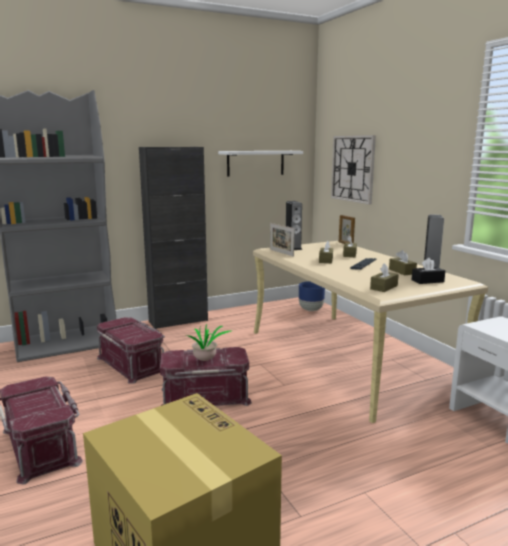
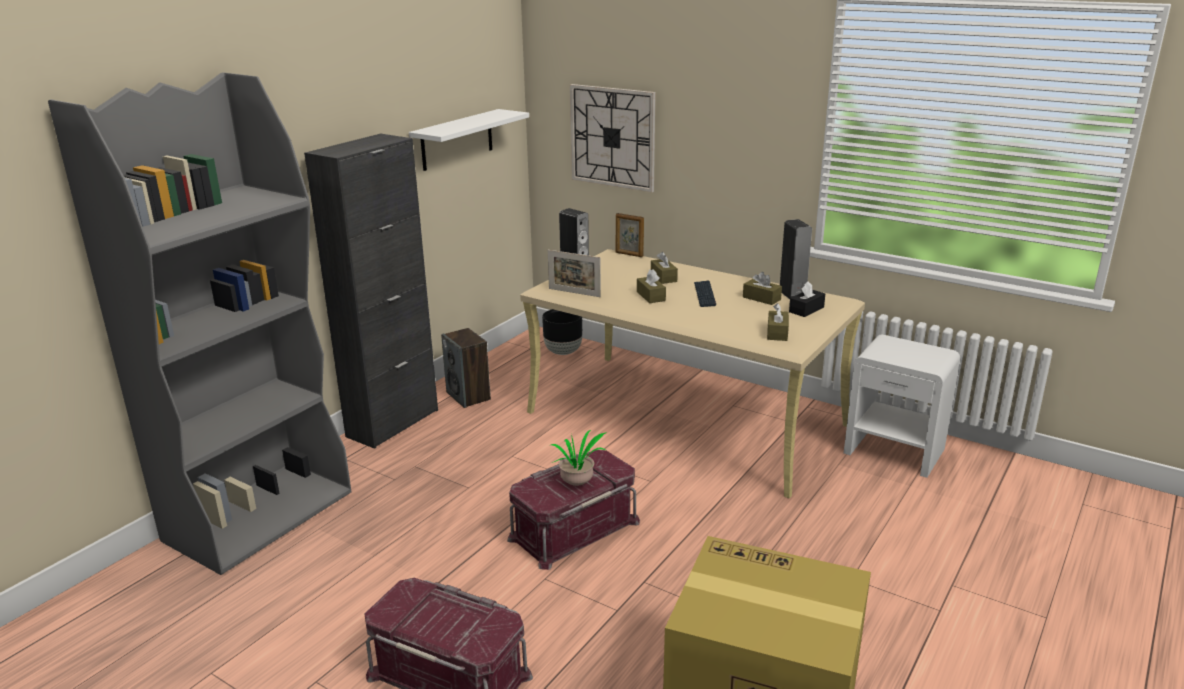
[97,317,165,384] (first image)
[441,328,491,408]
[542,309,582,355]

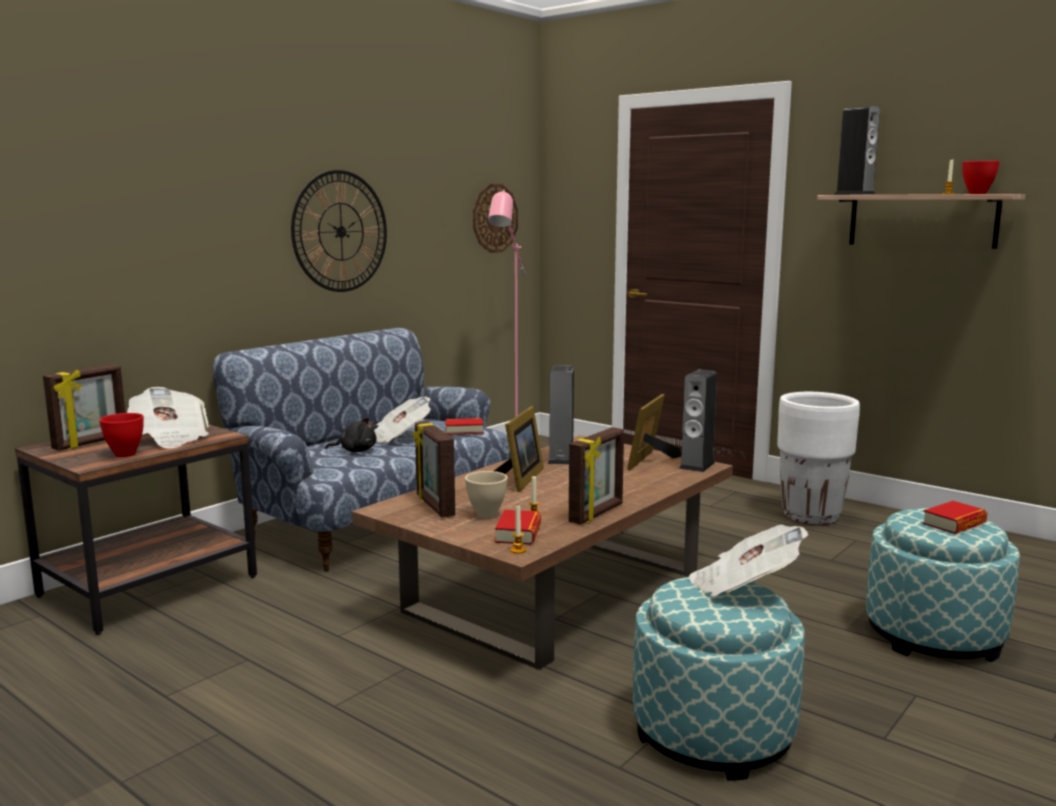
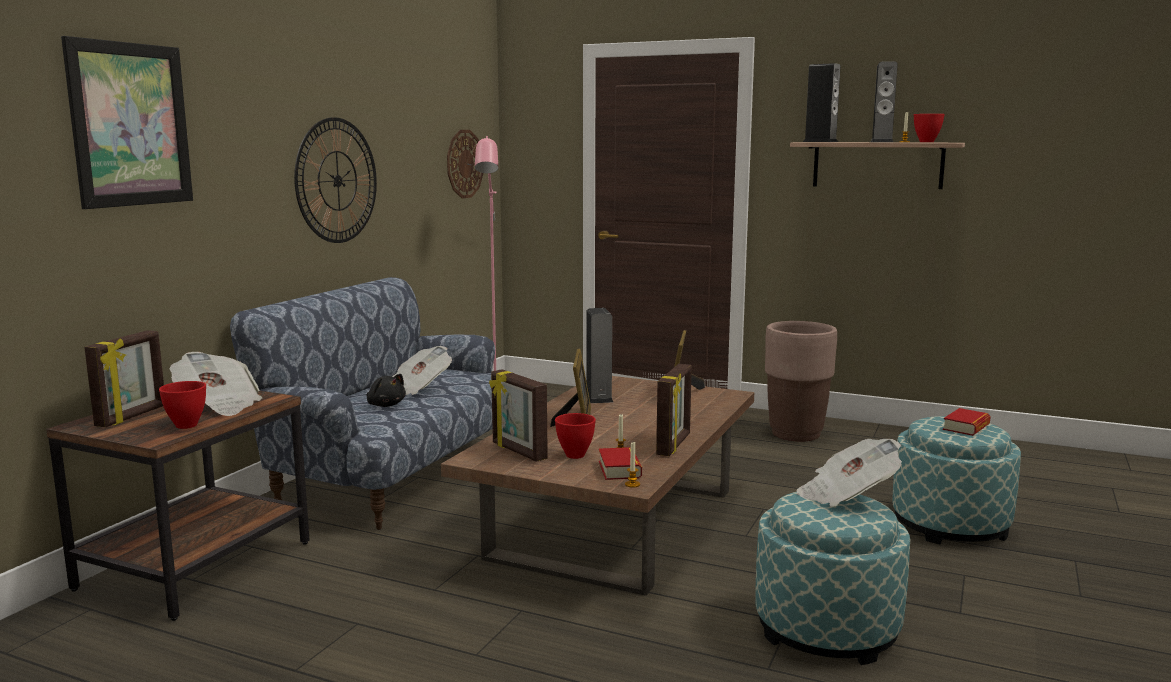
[445,418,483,435] (first image)
[61,36,193,209]
[871,61,898,142]
[555,413,596,459]
[765,321,837,441]
[367,374,406,407]

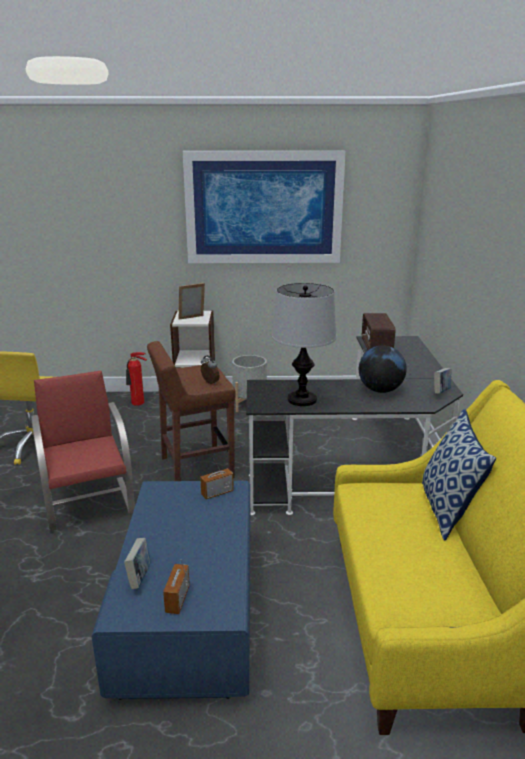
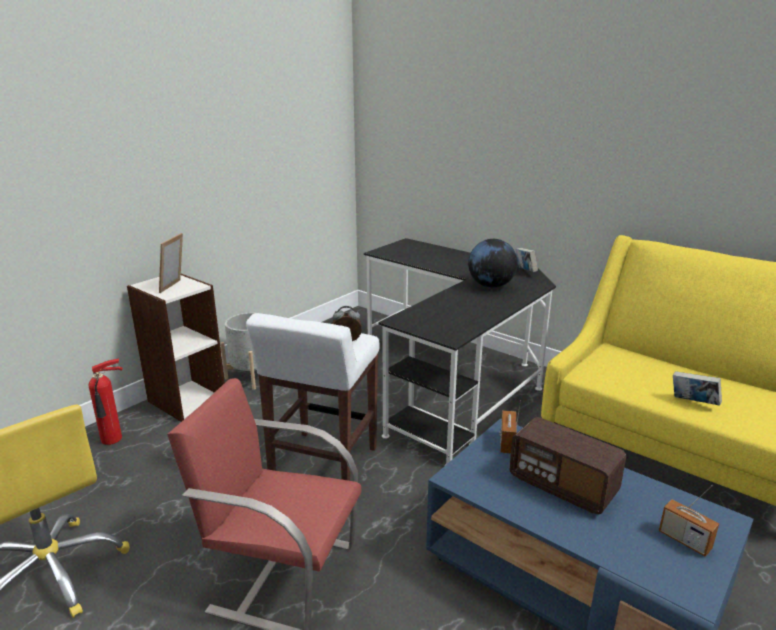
[183,151,346,263] (first image)
[272,283,336,406] (first image)
[422,409,496,540] (first image)
[673,371,722,406]
[509,417,626,515]
[246,313,379,481]

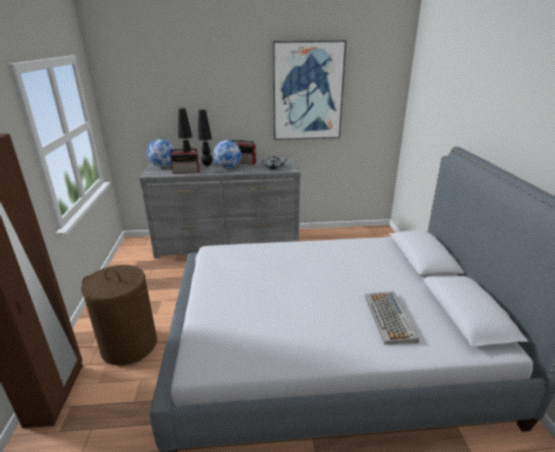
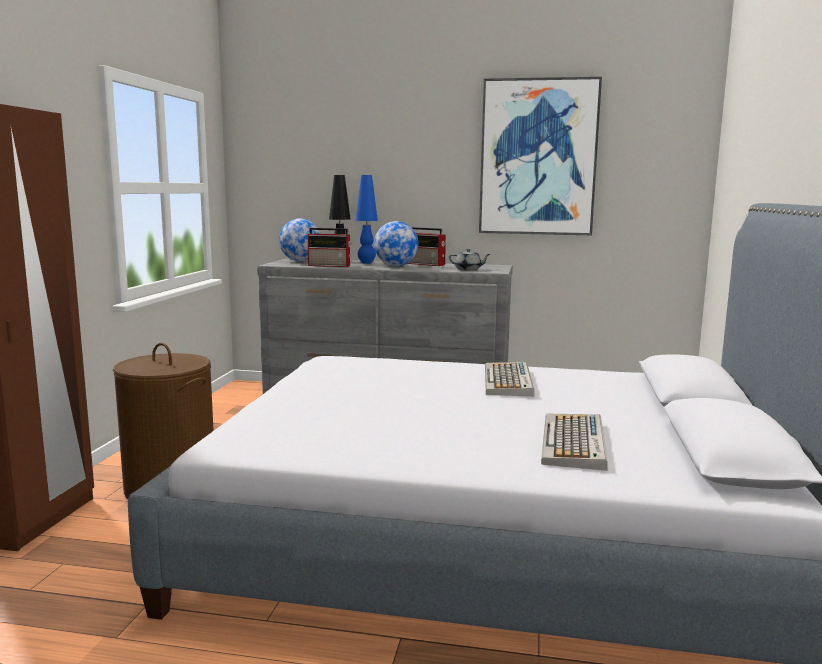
[485,362,534,396]
[356,175,378,264]

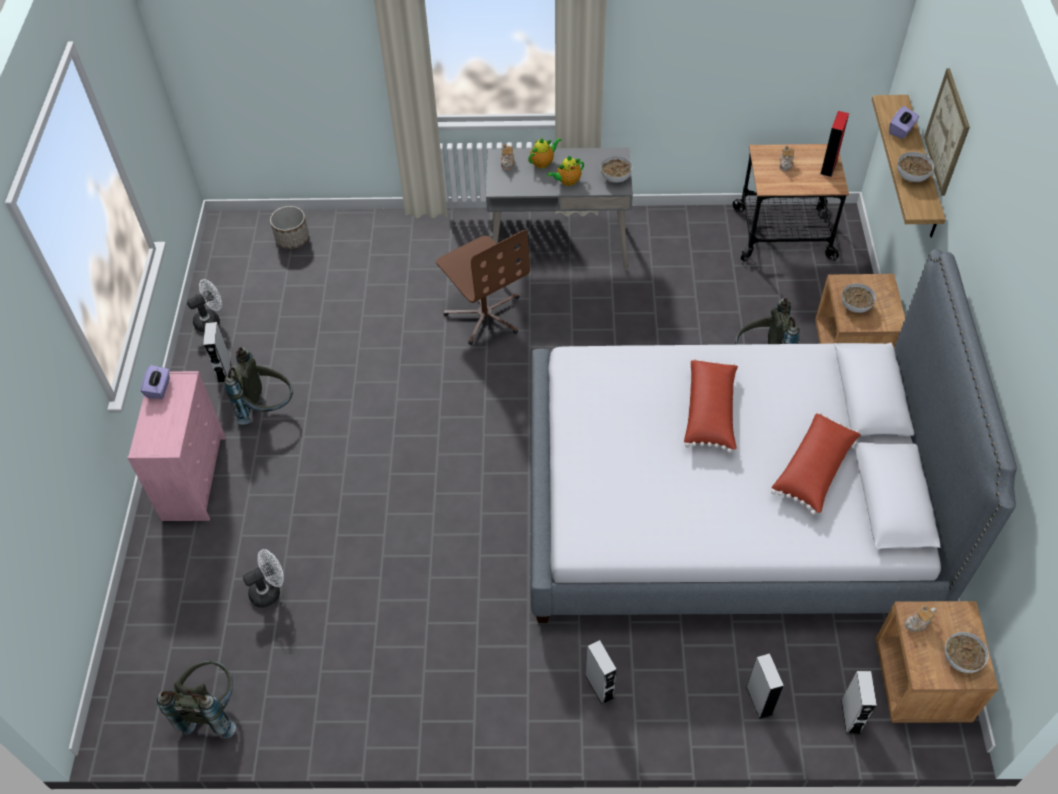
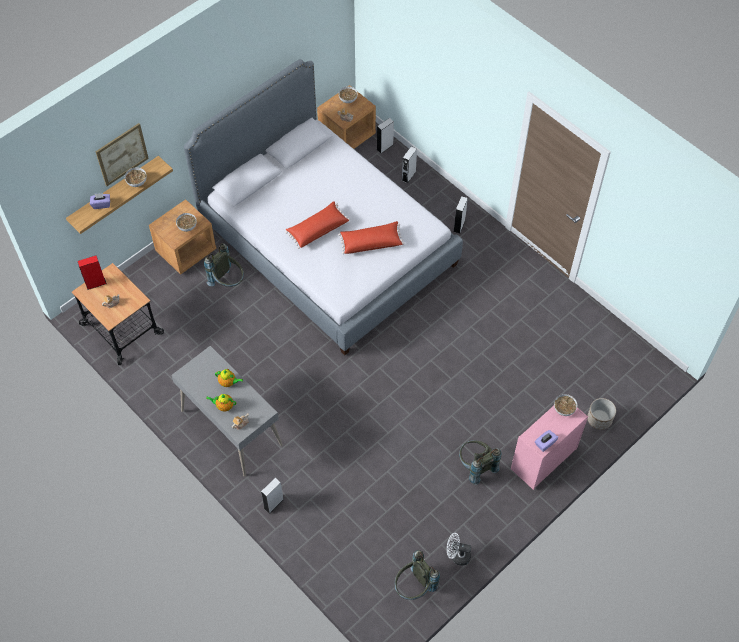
[243,549,284,608] (first image)
[436,230,530,345] (first image)
[395,550,440,600]
[261,478,284,514]
[587,398,616,430]
[554,394,577,416]
[338,221,405,254]

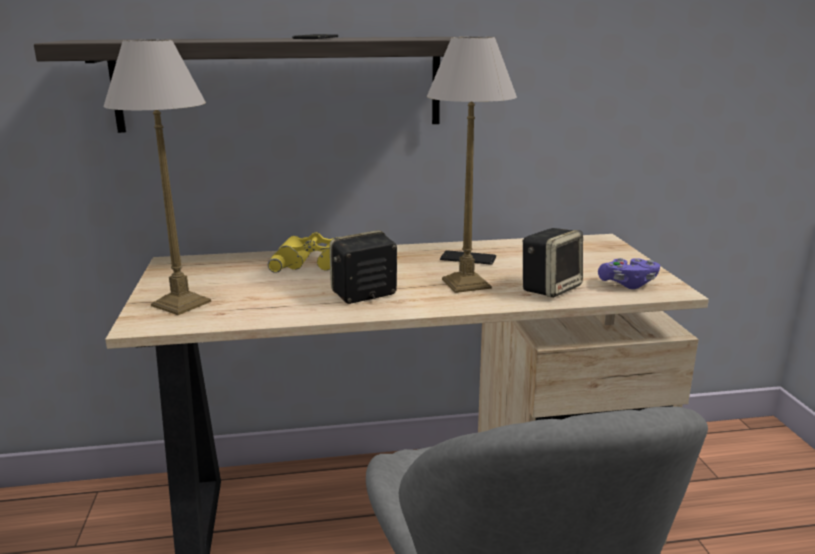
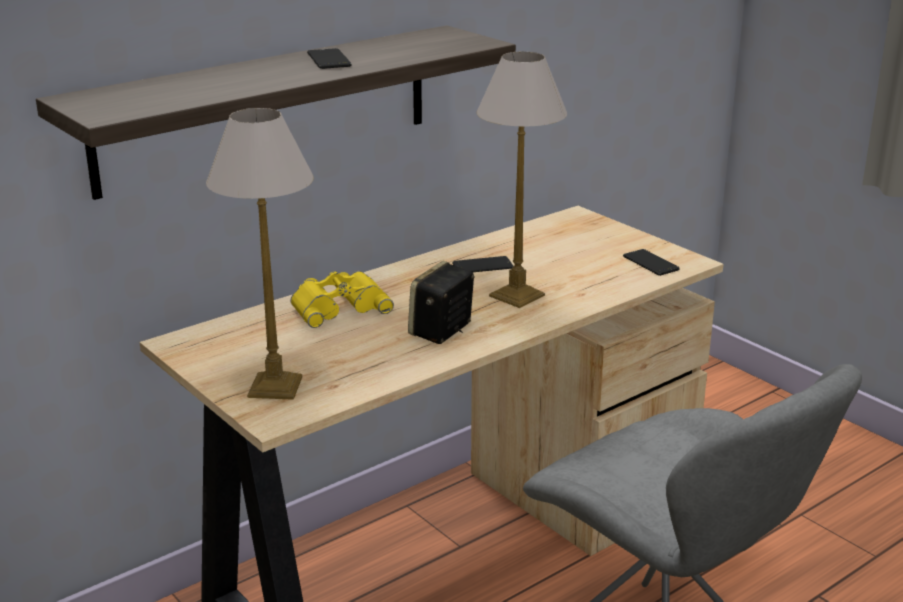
[522,228,583,298] (first image)
[623,249,680,276]

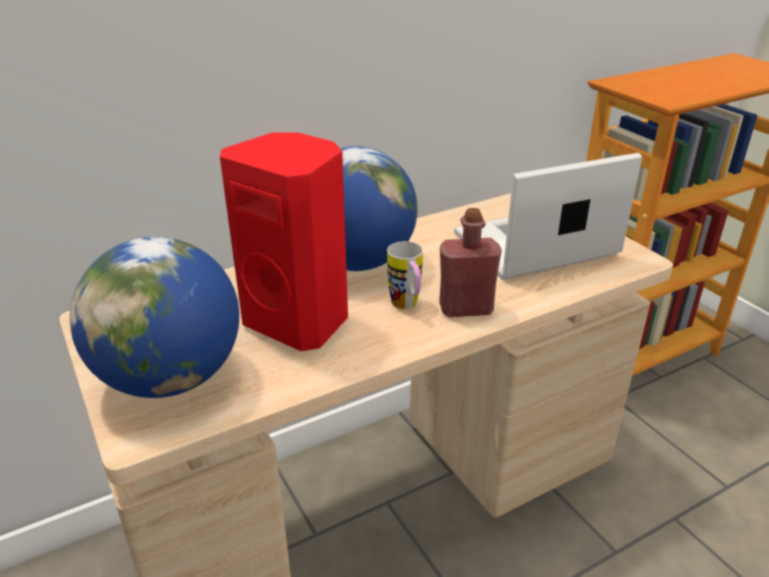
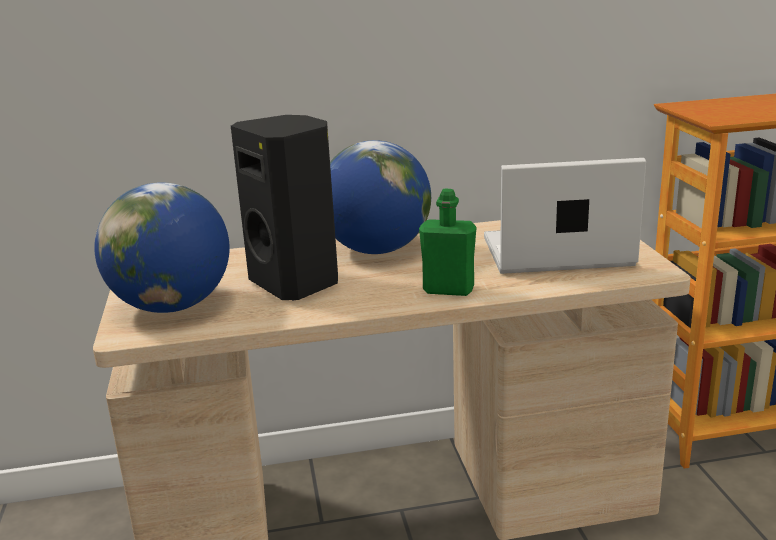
[387,241,423,309] (first image)
[231,115,338,300]
[419,189,477,296]

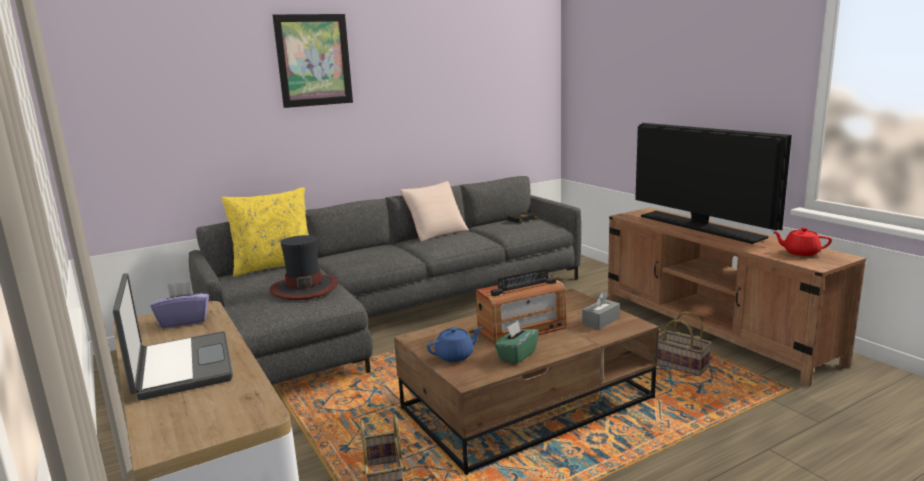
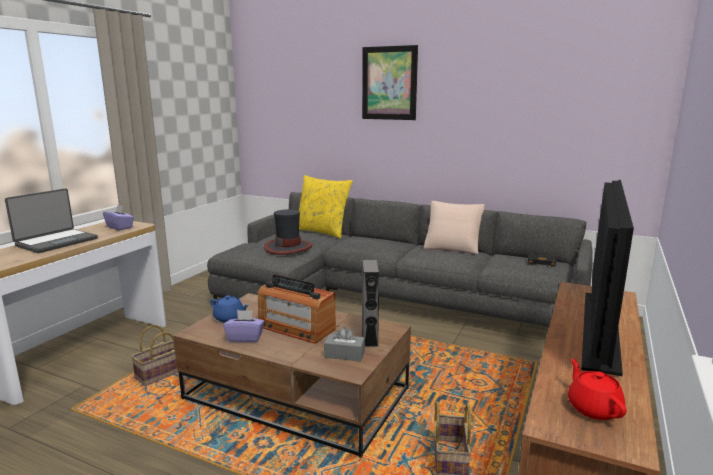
[362,260,379,347]
[223,310,265,342]

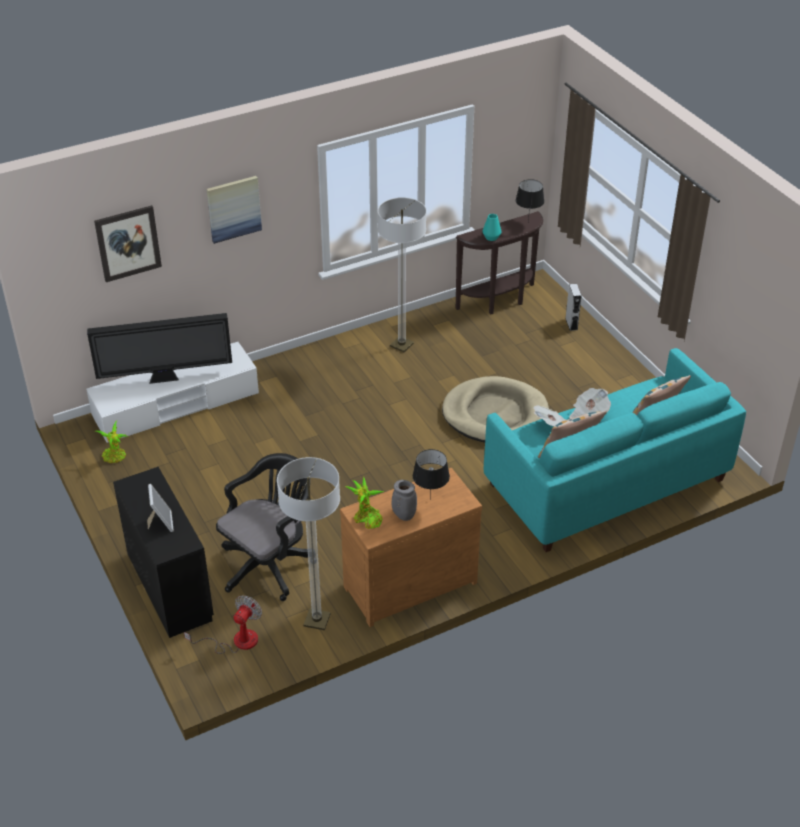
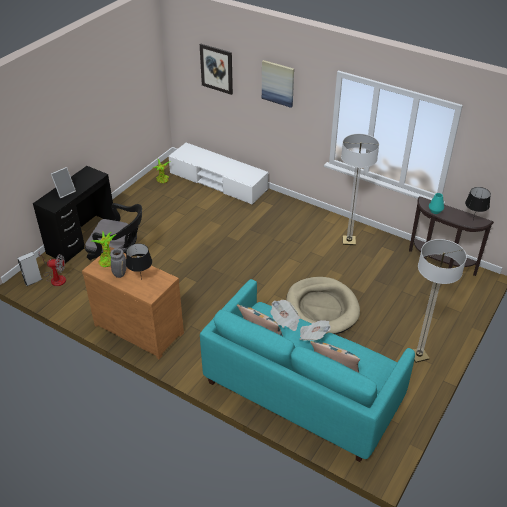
[87,313,232,384] (first image)
[413,239,467,363]
[17,252,42,286]

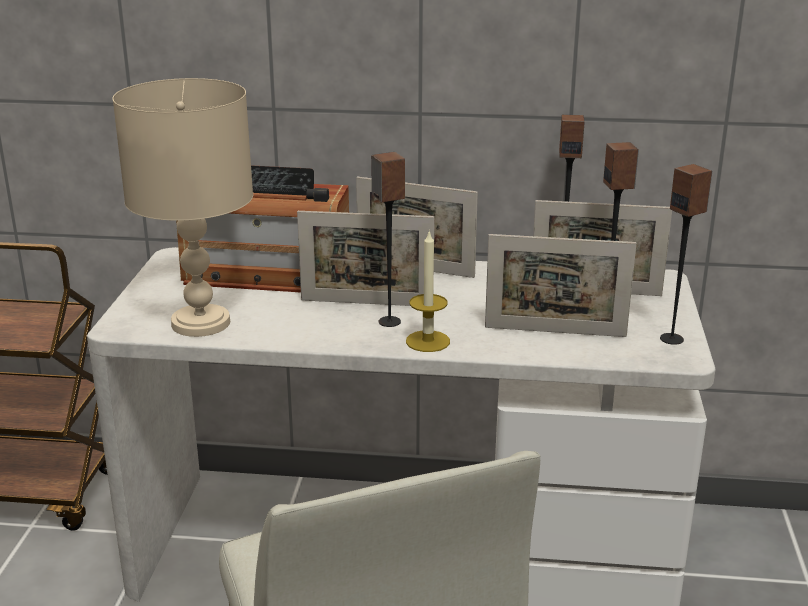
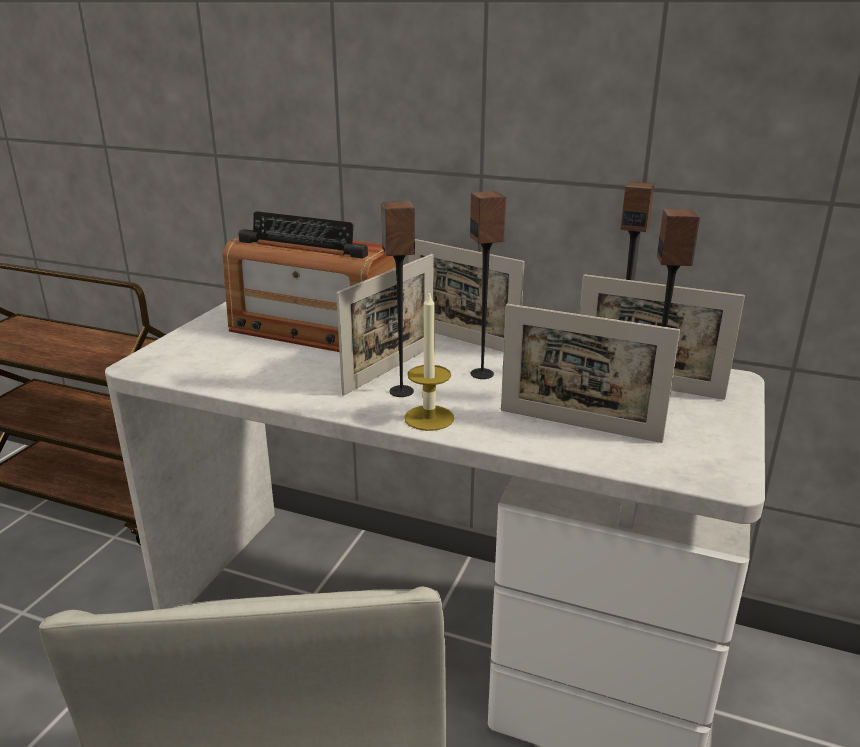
[112,78,253,337] (first image)
[470,191,507,379]
[336,254,433,396]

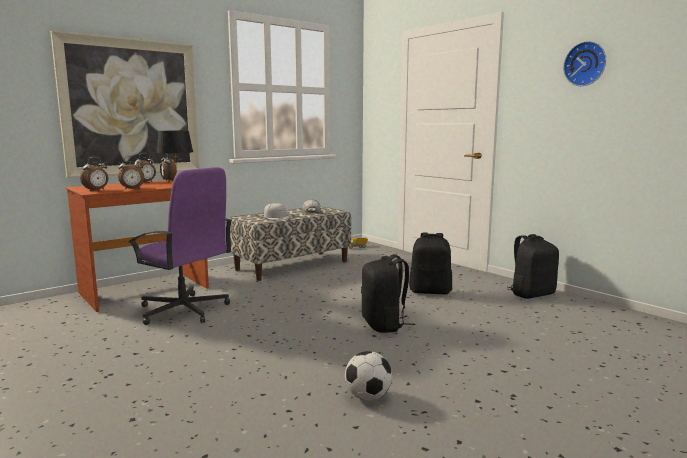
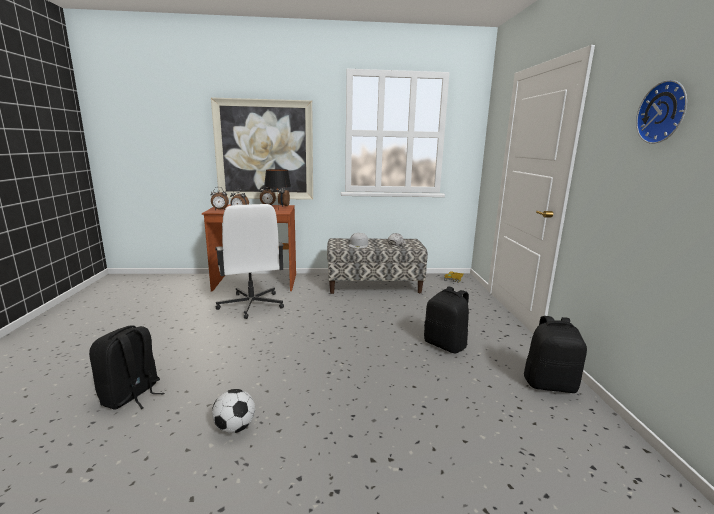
[89,326,164,410]
[215,204,284,319]

